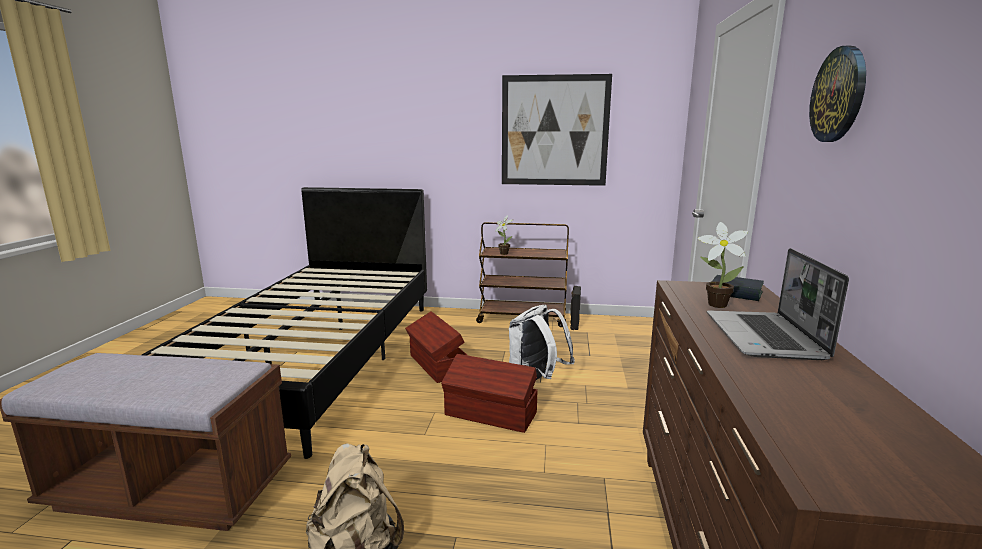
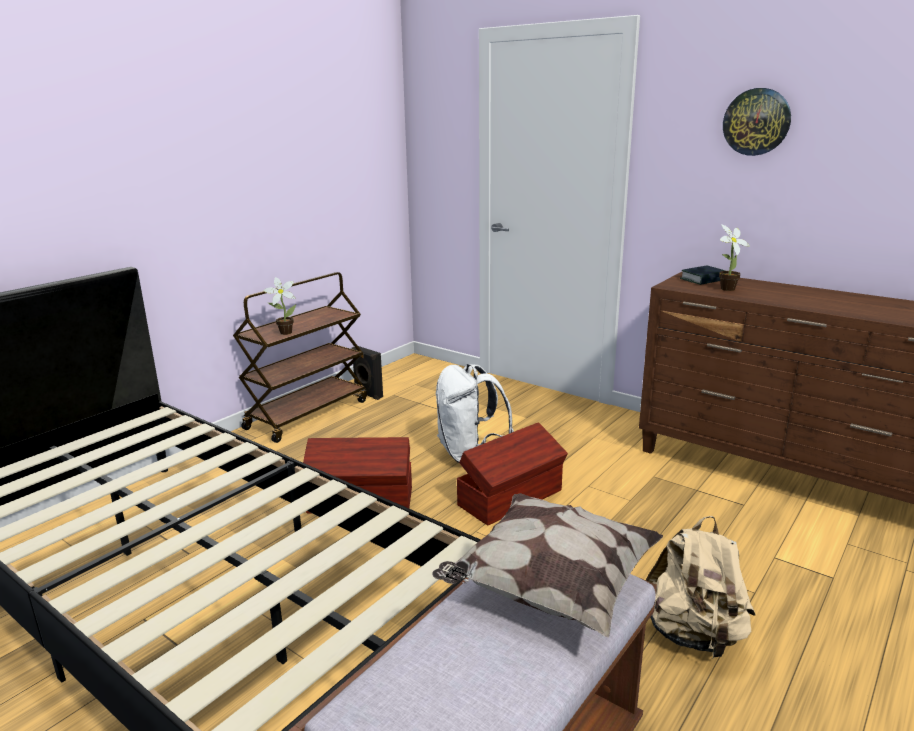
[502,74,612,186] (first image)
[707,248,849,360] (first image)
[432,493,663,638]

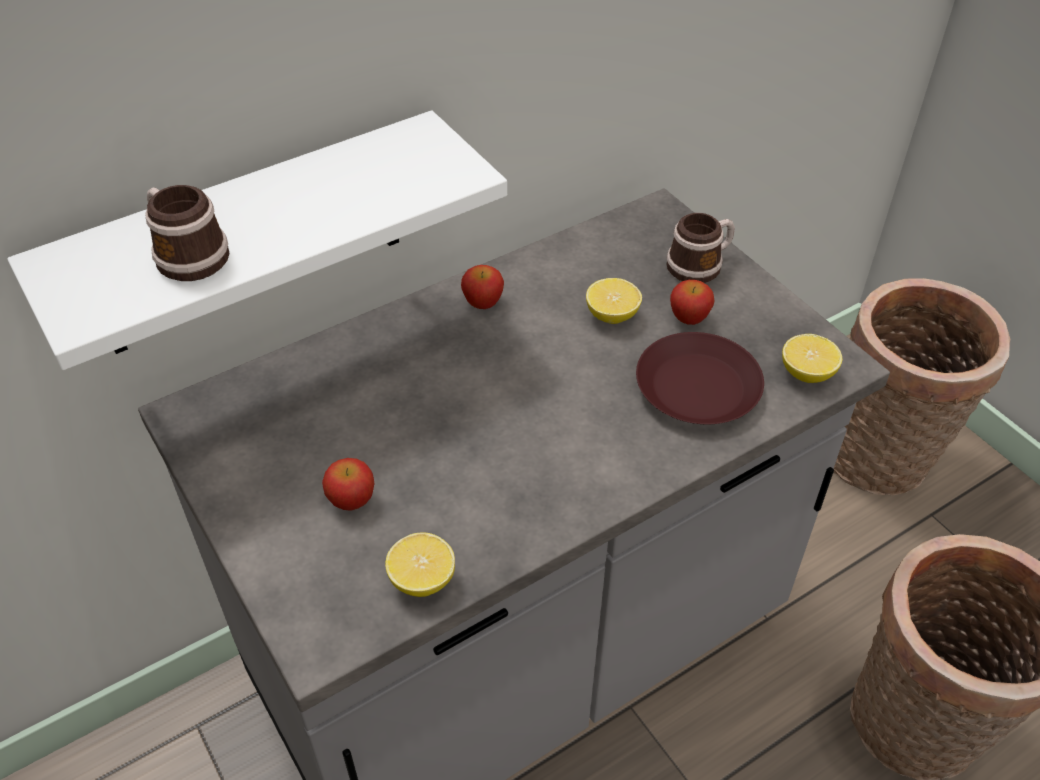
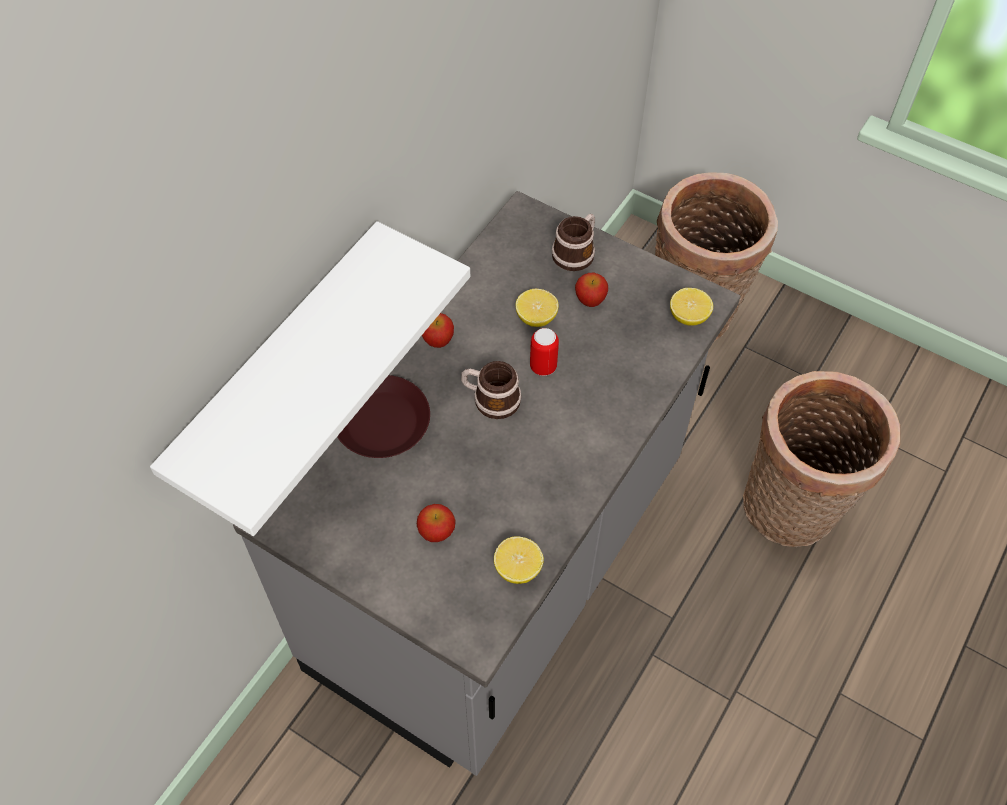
[530,328,559,376]
[461,361,522,419]
[337,375,430,458]

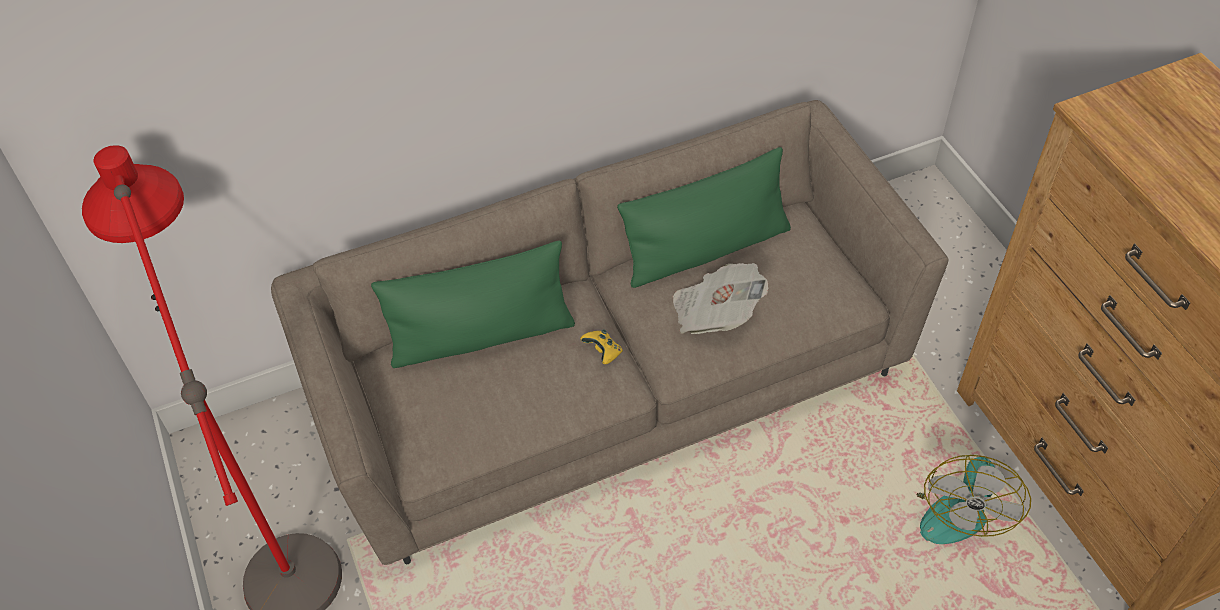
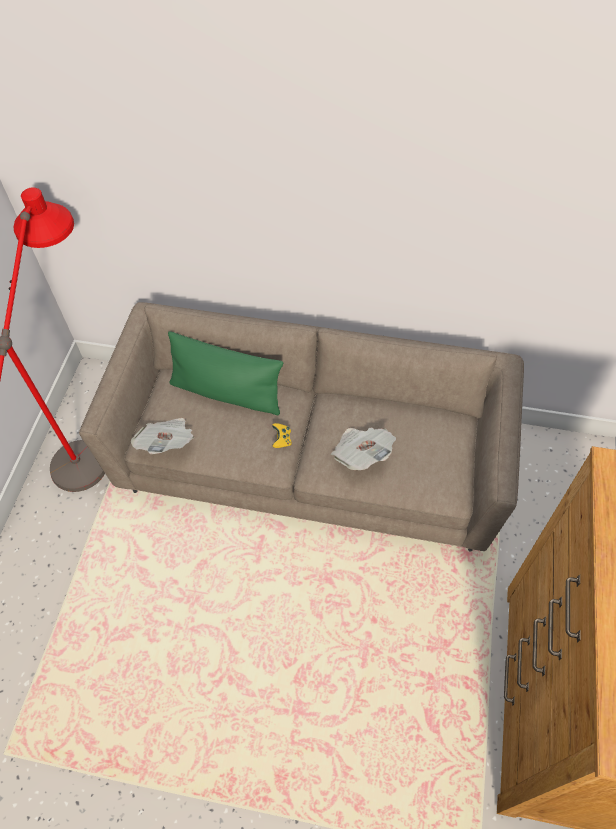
[617,147,791,288] (first image)
[917,455,1031,544] (first image)
[131,418,194,454]

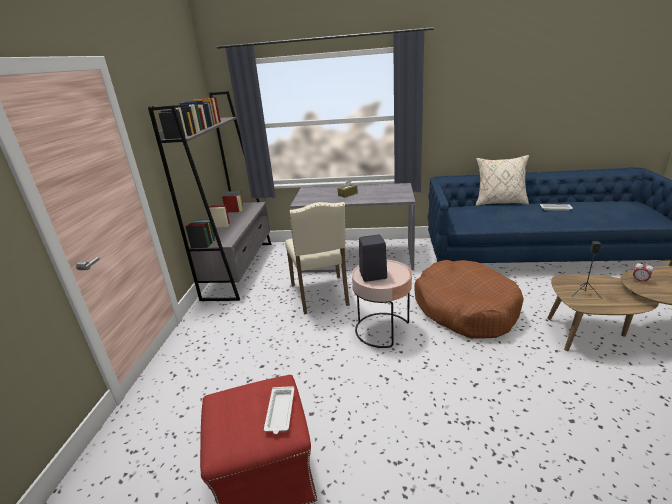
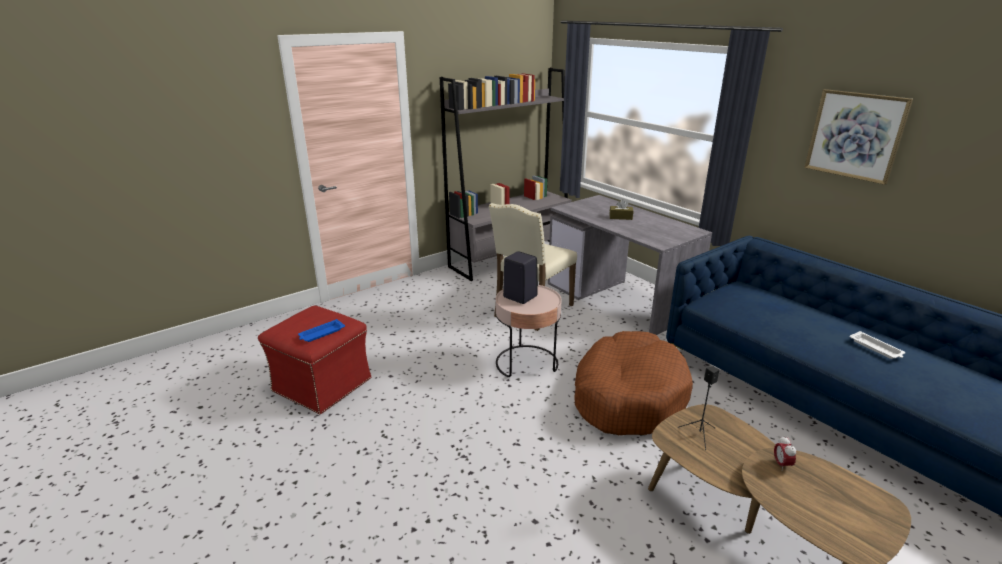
[476,155,529,206] (first image)
[804,89,913,185]
[298,319,345,342]

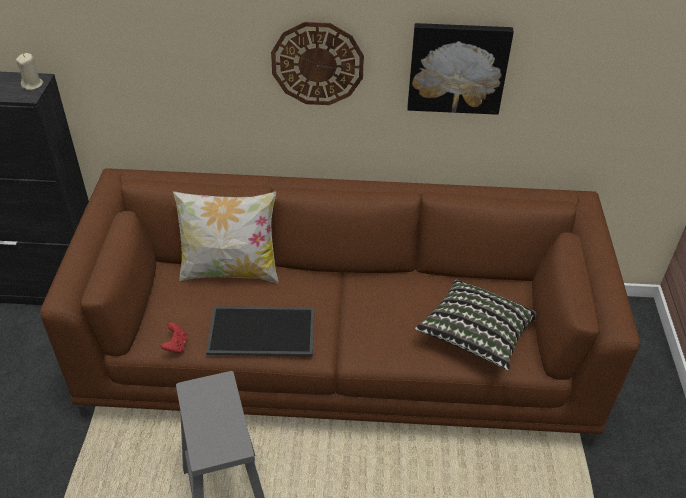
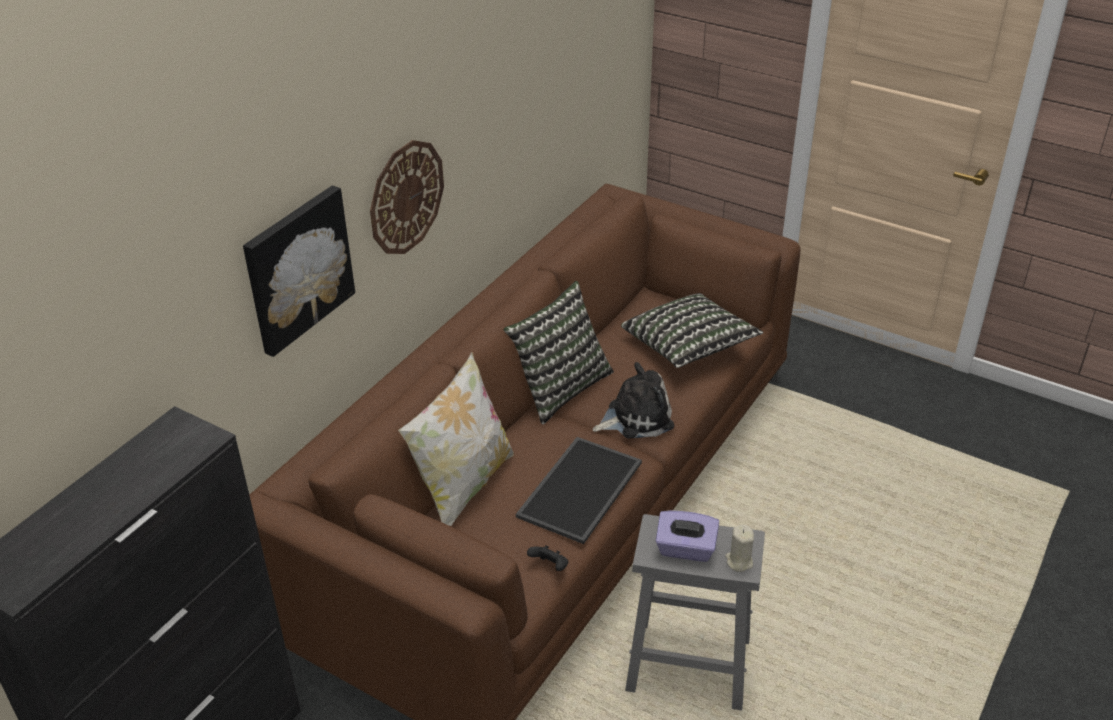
[504,281,614,424]
[592,362,674,438]
[656,510,719,562]
[725,525,754,572]
[243,186,355,357]
[527,545,568,571]

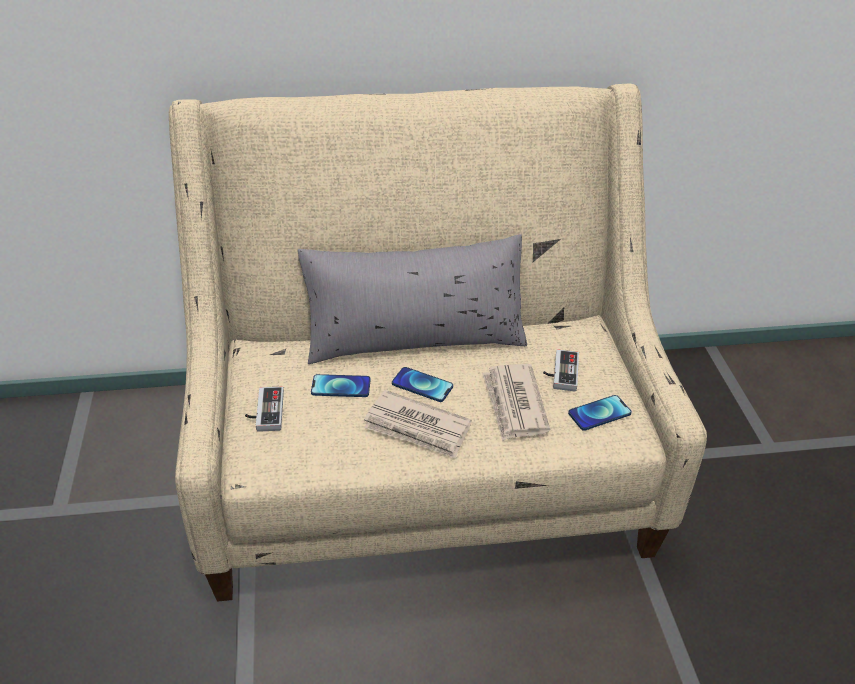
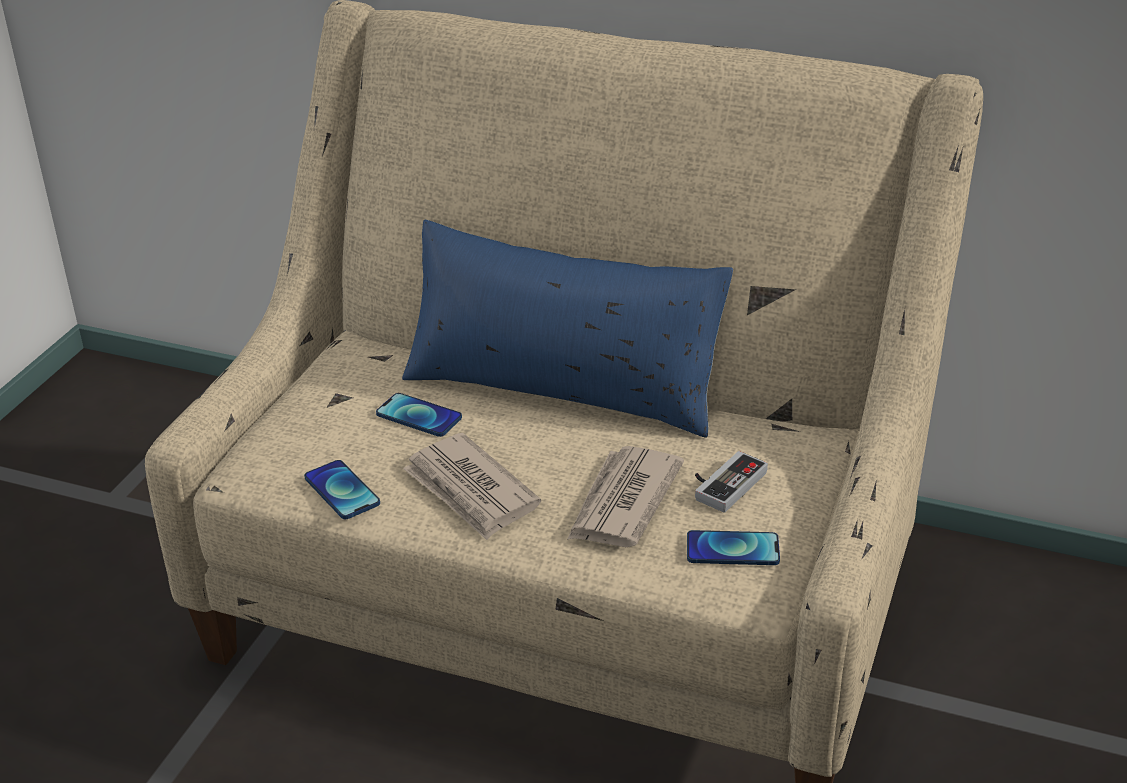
[245,386,284,432] (first image)
[304,460,380,519]
[402,220,733,438]

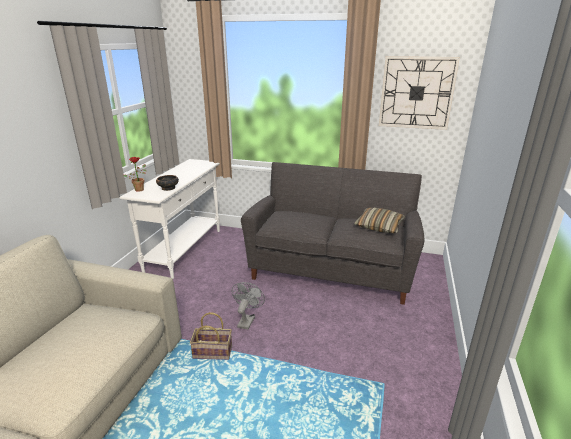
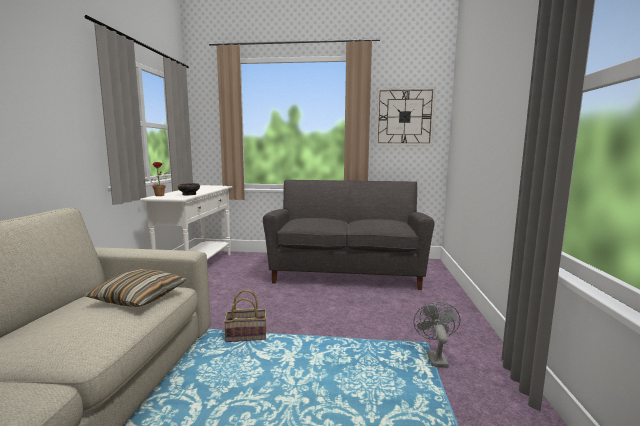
[414,302,460,368]
[84,269,186,307]

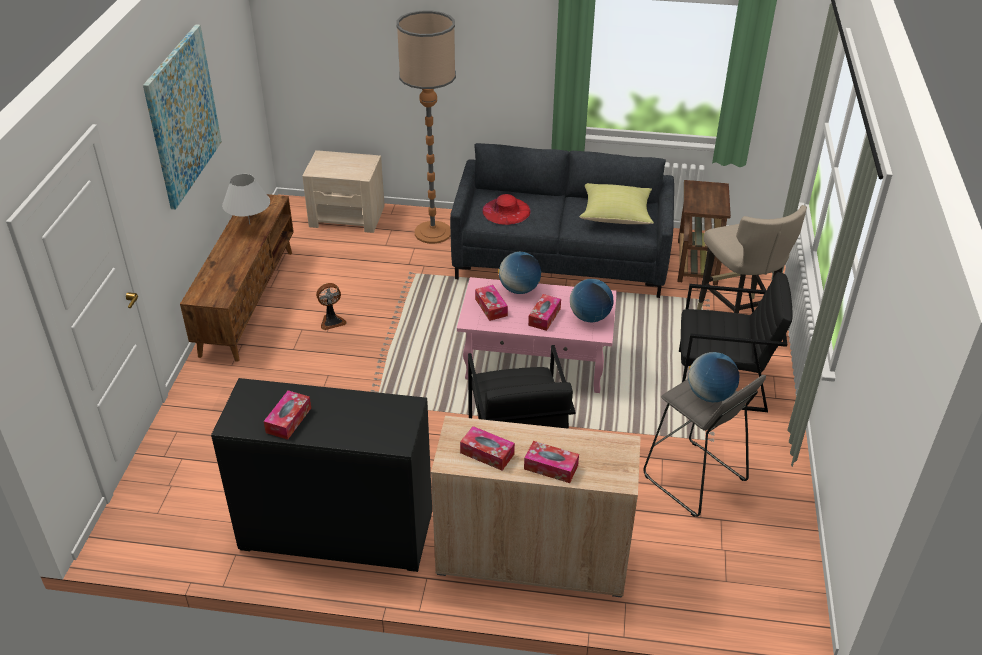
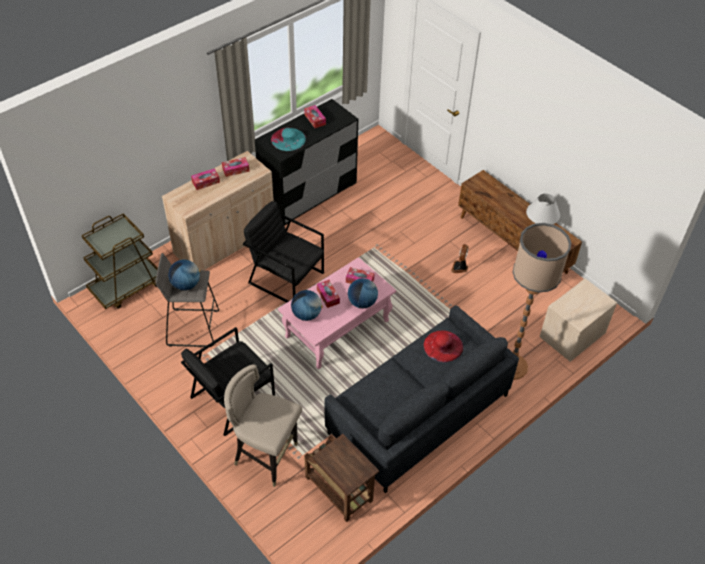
[143,24,222,209] (first image)
[579,183,654,224] (first image)
[82,213,158,309]
[271,127,306,151]

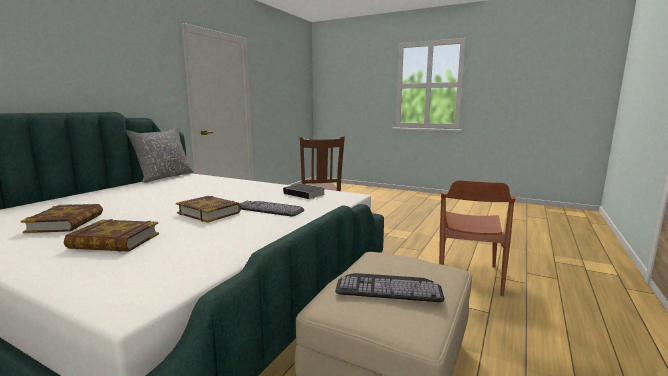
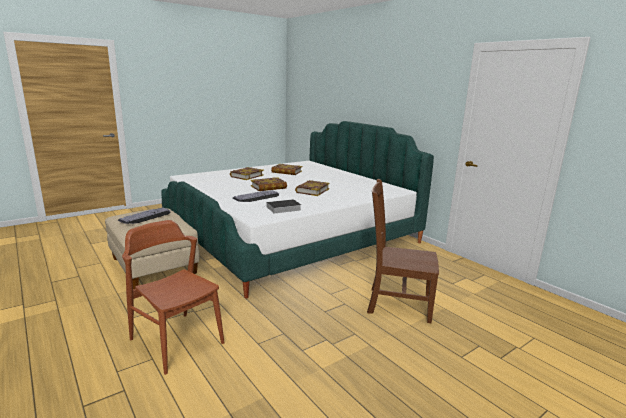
[126,127,193,183] (first image)
[295,180,330,196]

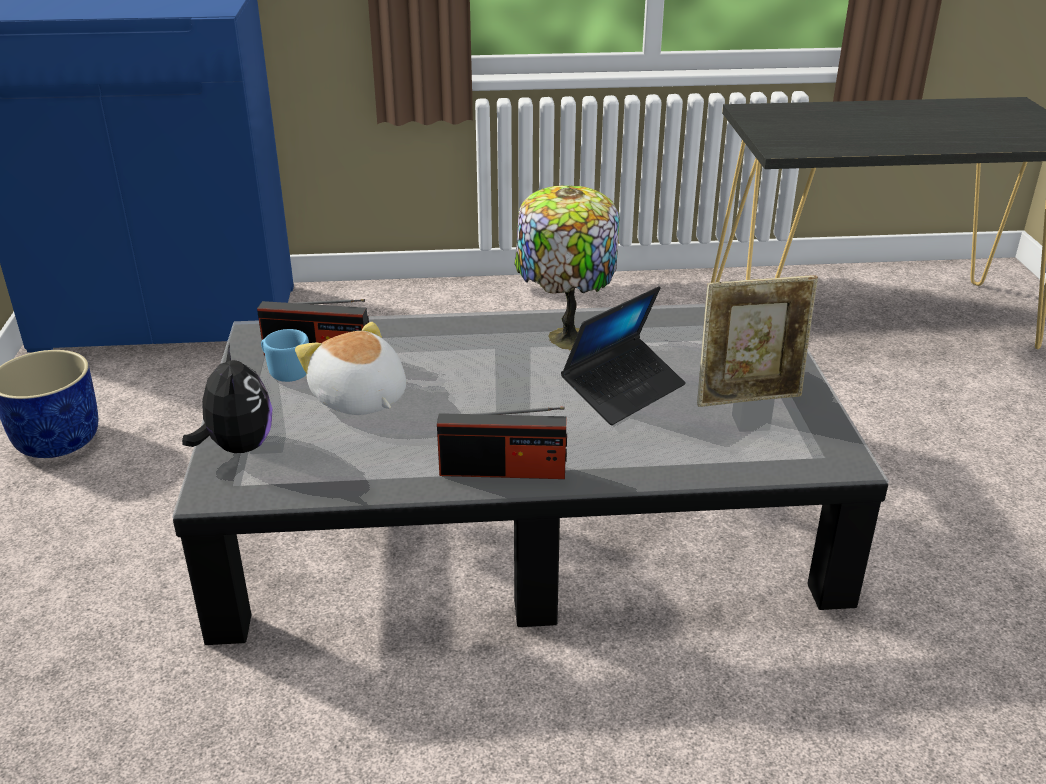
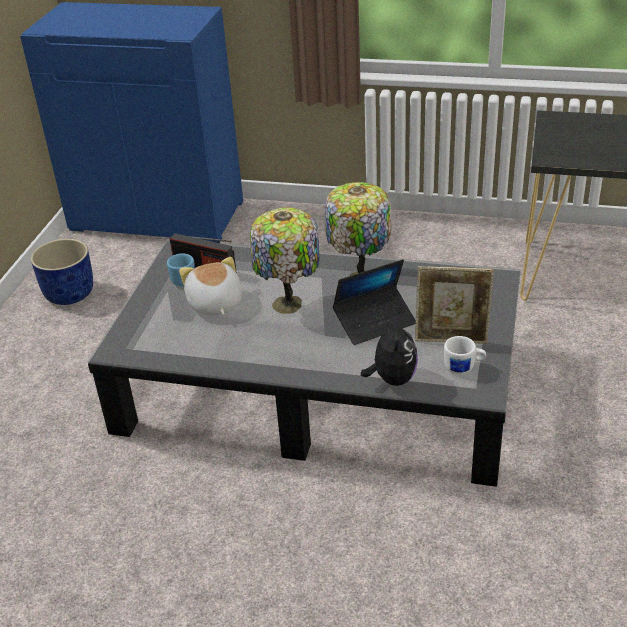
[437,406,567,479] (first image)
[250,207,320,314]
[444,336,486,374]
[361,317,418,386]

